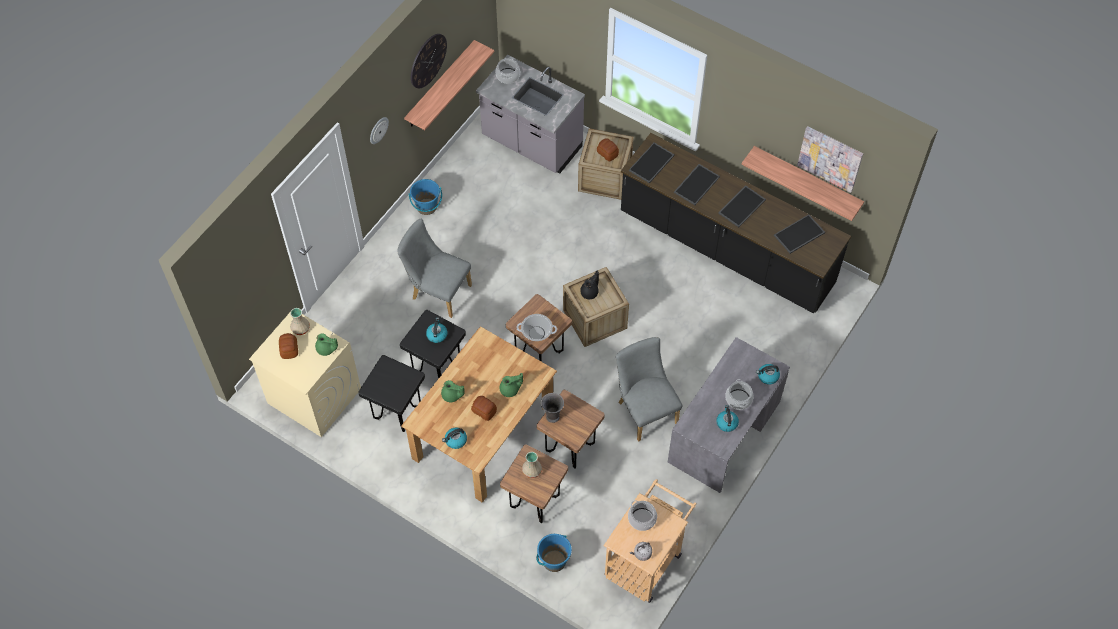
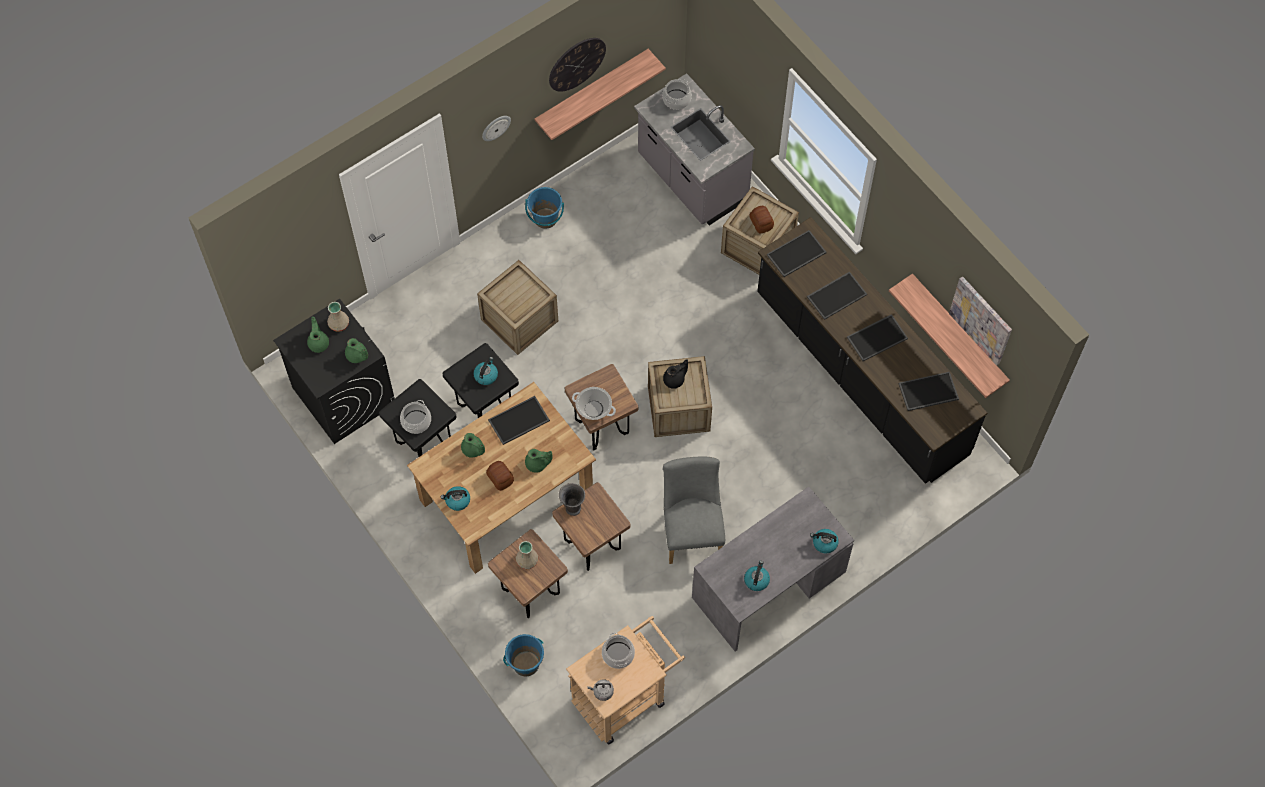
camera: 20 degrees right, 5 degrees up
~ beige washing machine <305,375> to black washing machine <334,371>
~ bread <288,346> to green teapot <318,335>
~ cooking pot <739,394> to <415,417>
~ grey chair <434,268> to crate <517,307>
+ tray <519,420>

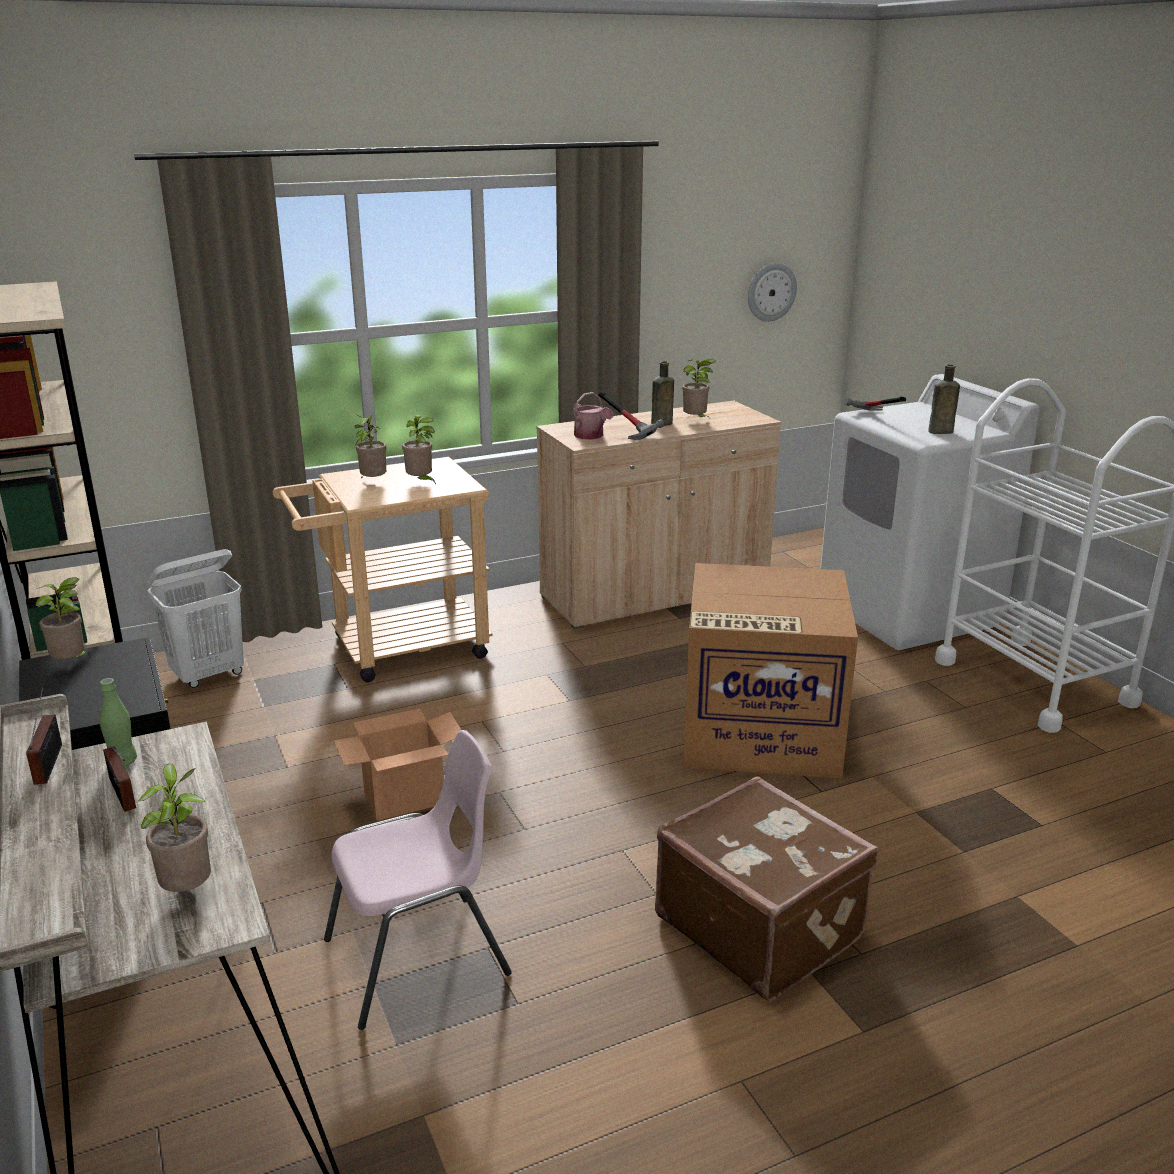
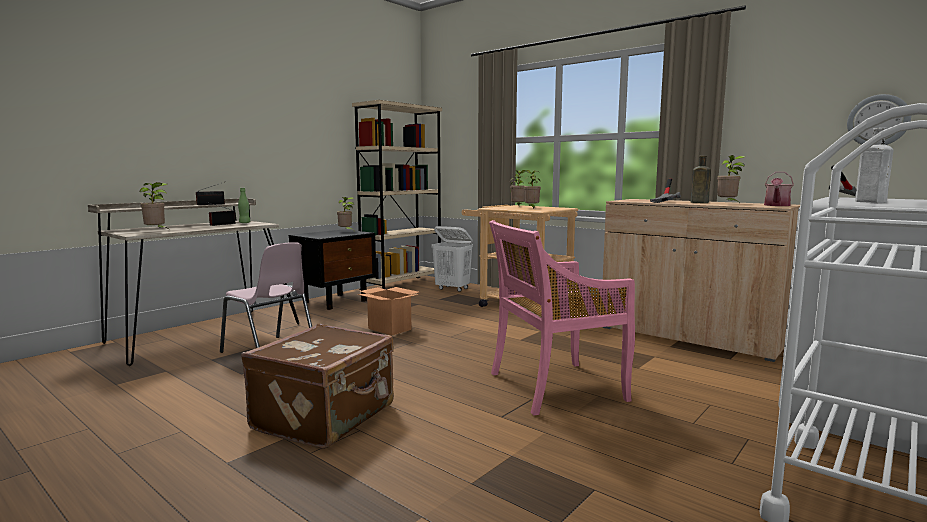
camera: 65 degrees right, 15 degrees down
~ cardboard box <770,670> to pink chair <562,318>
~ watering can <593,416> to <779,189>
~ brown bottle <944,399> to white bottle <874,165>

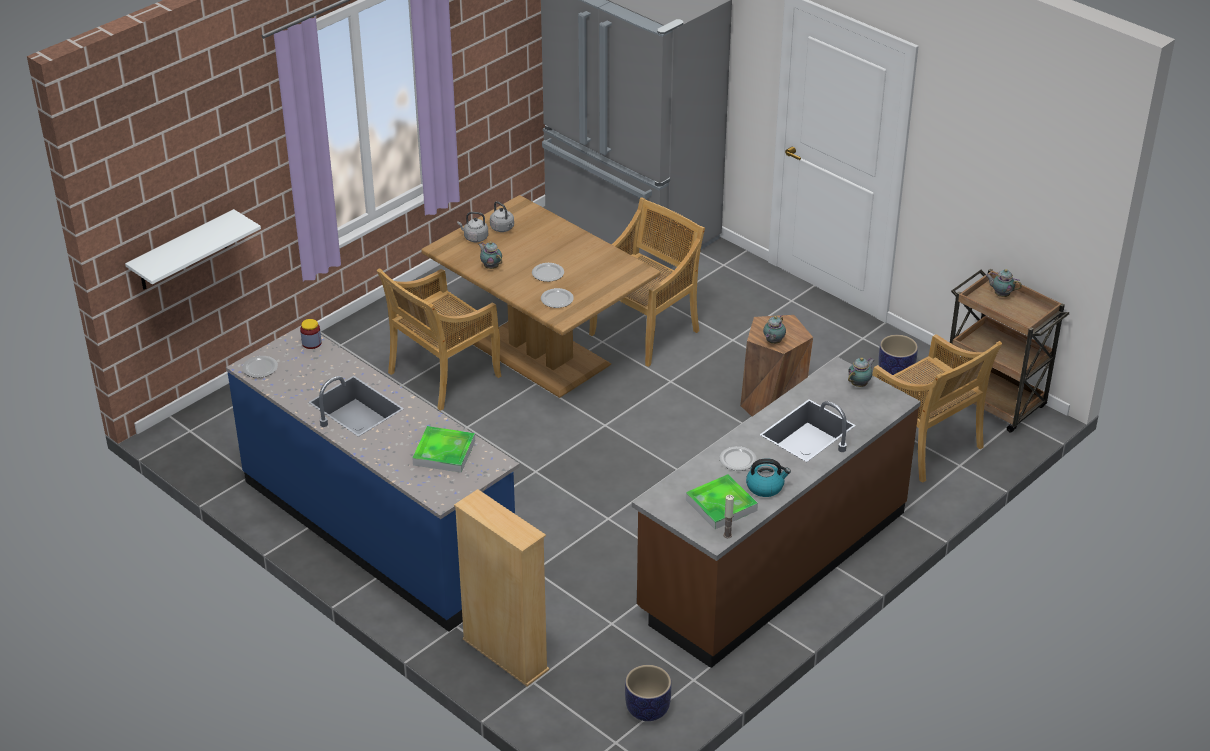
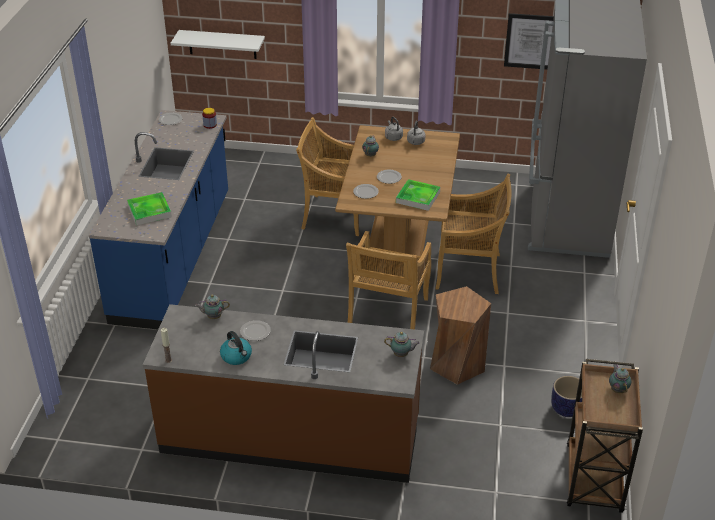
camera: 55 degrees right, 0 degrees up
~ teapot <774,329> to <212,307>
~ beige chair <937,408> to <388,280>
~ tray <722,501> to <418,195>
+ picture <529,41>
- beige bookcase <502,588>
- planter <648,693>

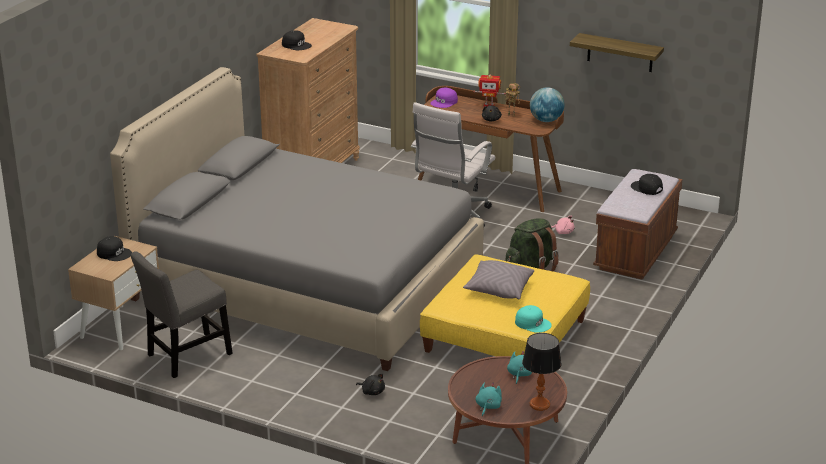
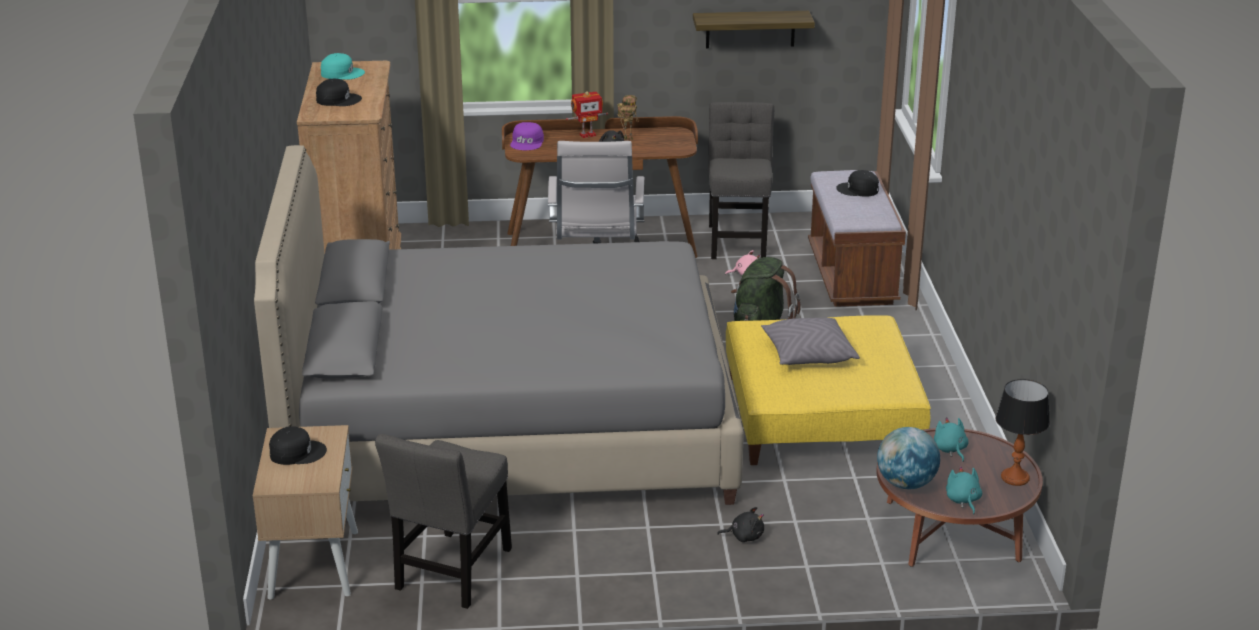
camera: 30 degrees left, 0 degrees up
~ turquoise cap <533,319> to <343,66>
+ grey chair <741,180>
~ globe <547,104> to <908,458>

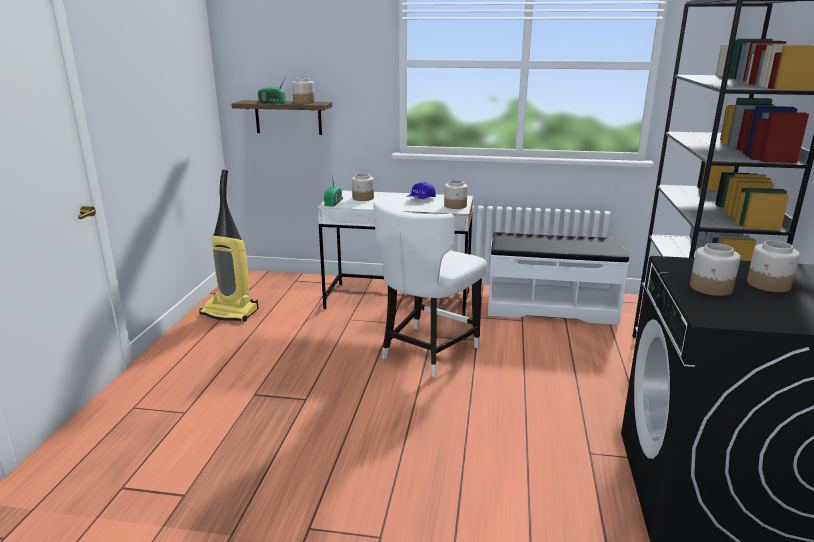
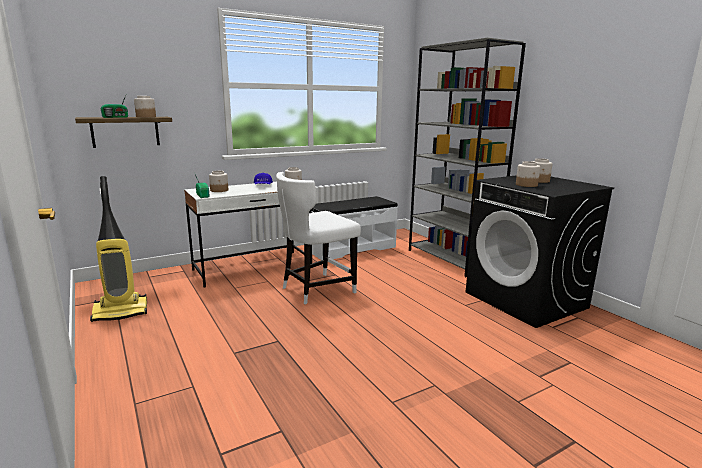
camera: 40 degrees left, 5 degrees down
~ white chair <430,289> = <318,238> 60 degrees clockwise

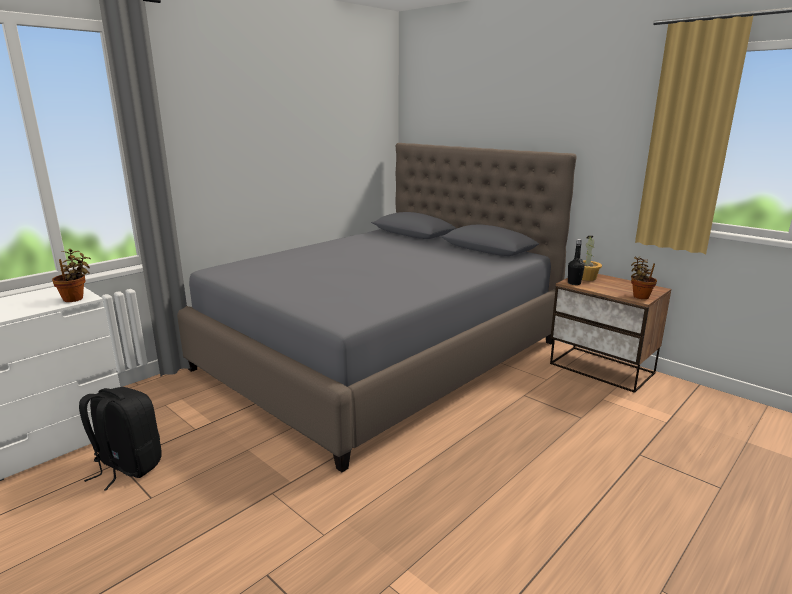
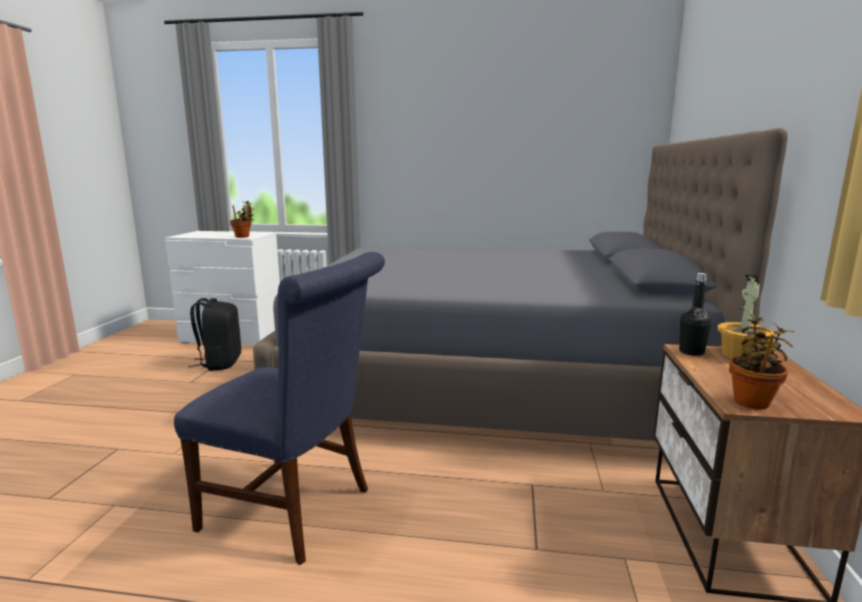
camera: 55 degrees right, 5 degrees down
+ blue chair <279,408>

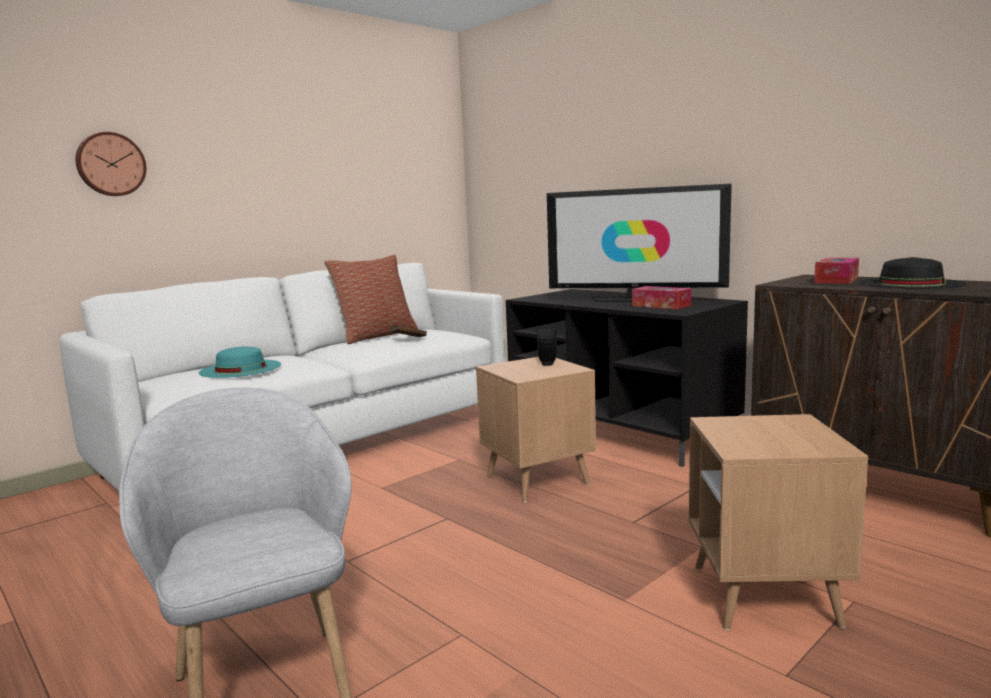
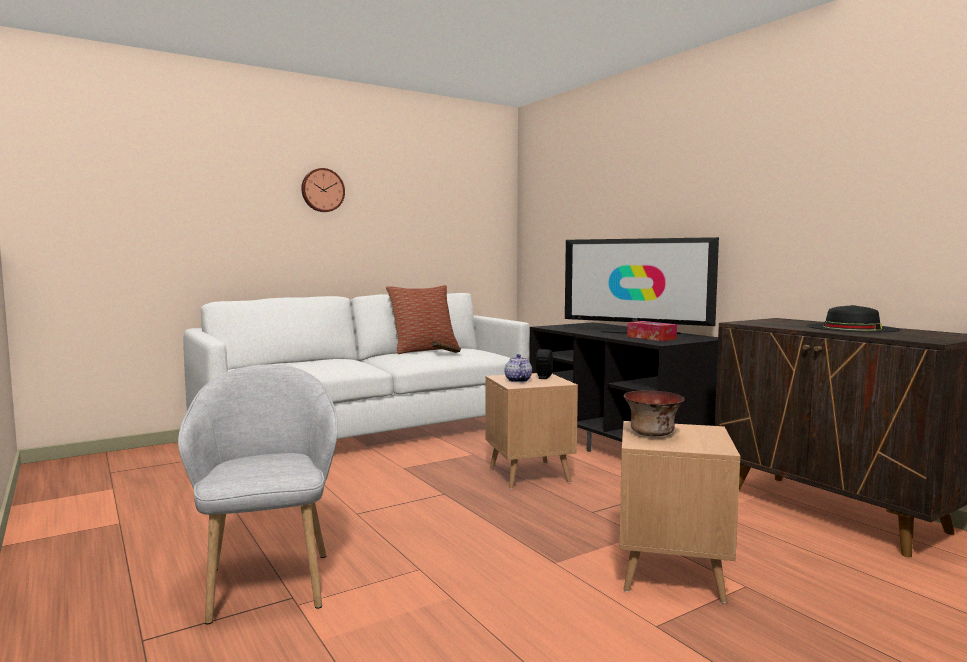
camera: 10 degrees right, 5 degrees down
~ wall clock <111,164> to <323,190>
+ teapot <518,368>
+ bowl <654,413>
- turquoise hat <240,362>
- tissue box <836,271>

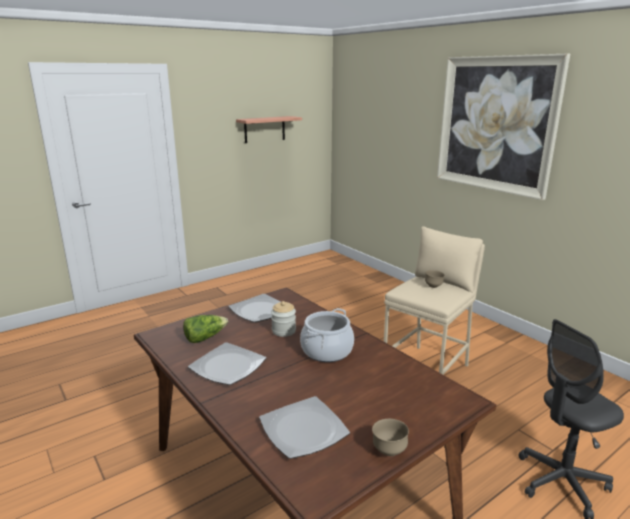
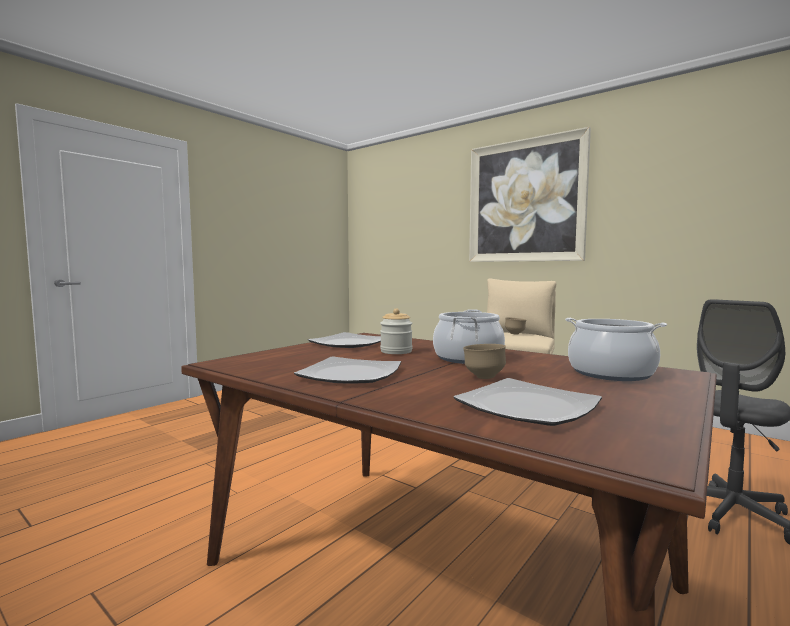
camera: 15 degrees left, 15 degrees down
~ brown bowl <390,437> to <484,361>
+ cooking pot <616,349>
- lettuce <205,329>
- shelf <269,129>

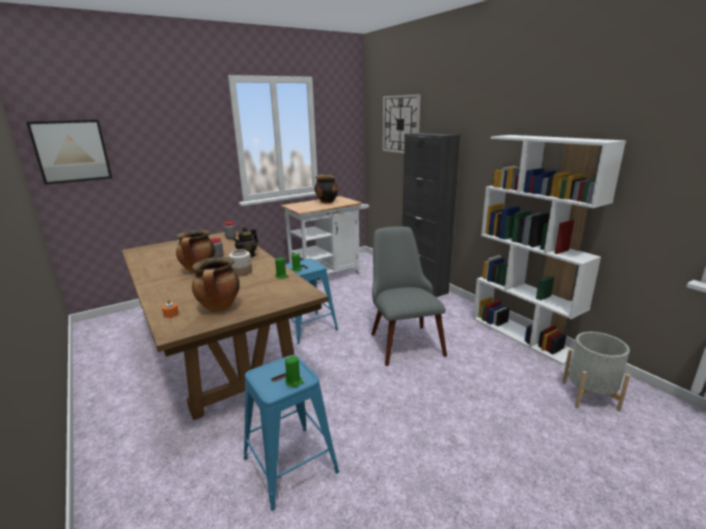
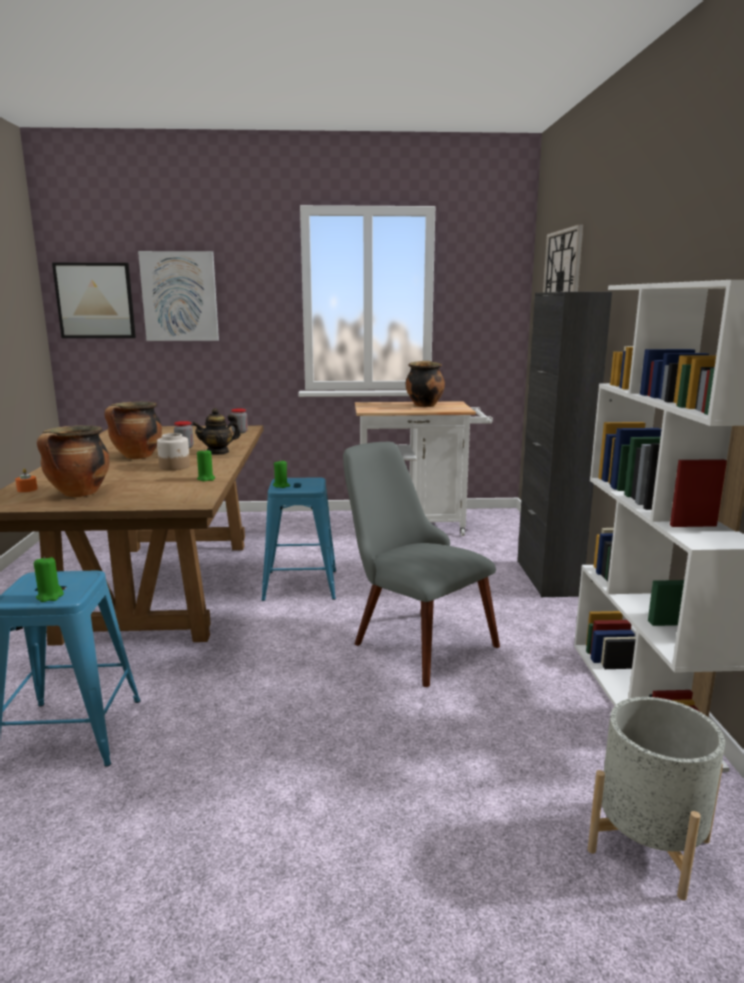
camera: 30 degrees right, 5 degrees down
+ picture <178,296>
~ grey chair <409,296> = <421,564> 60 degrees counterclockwise

